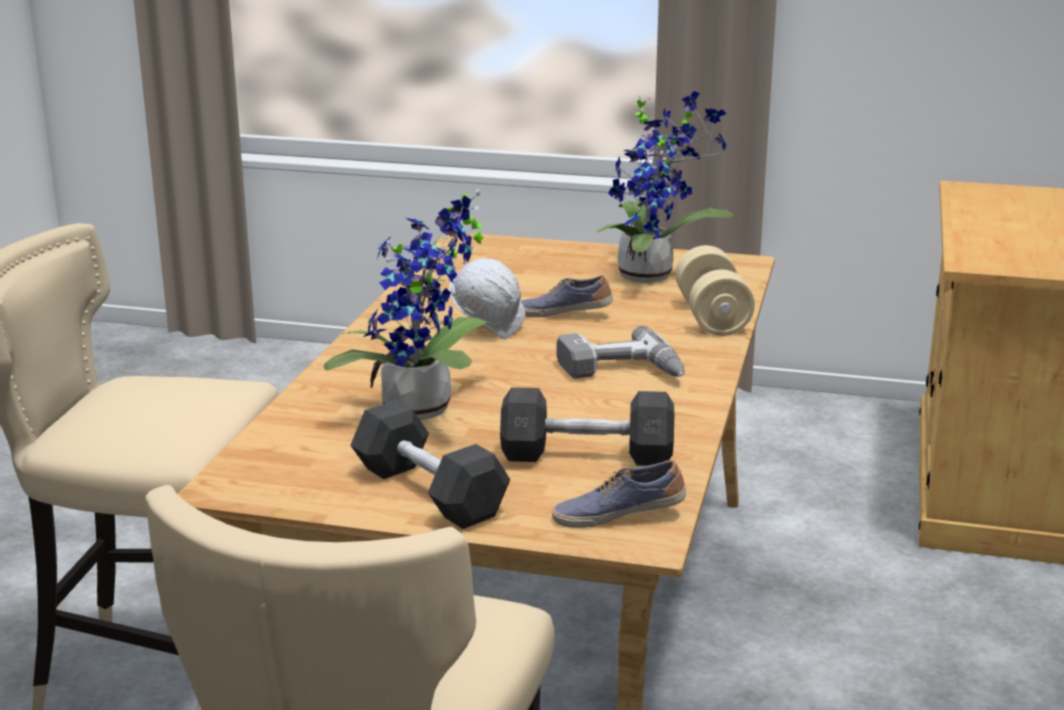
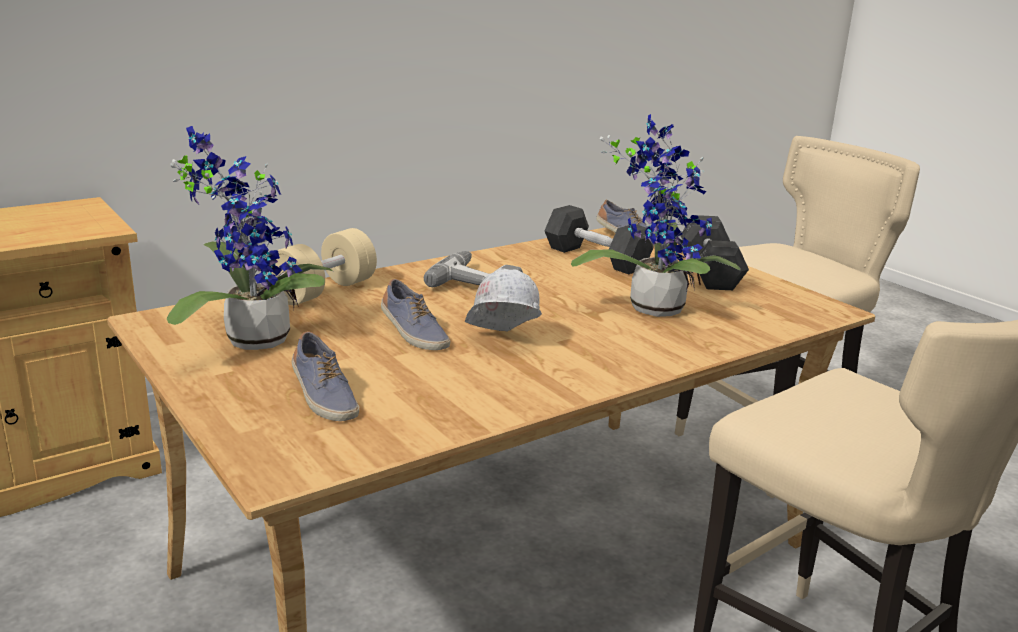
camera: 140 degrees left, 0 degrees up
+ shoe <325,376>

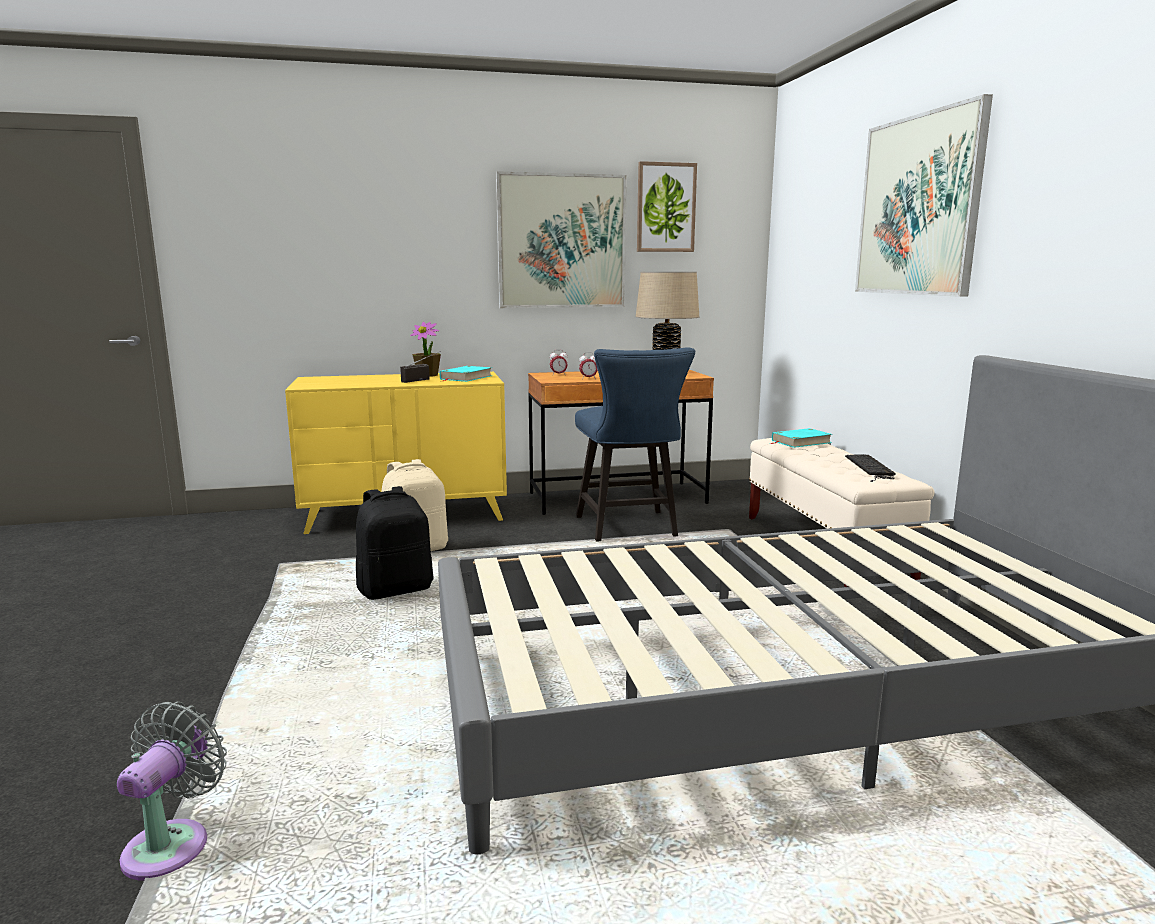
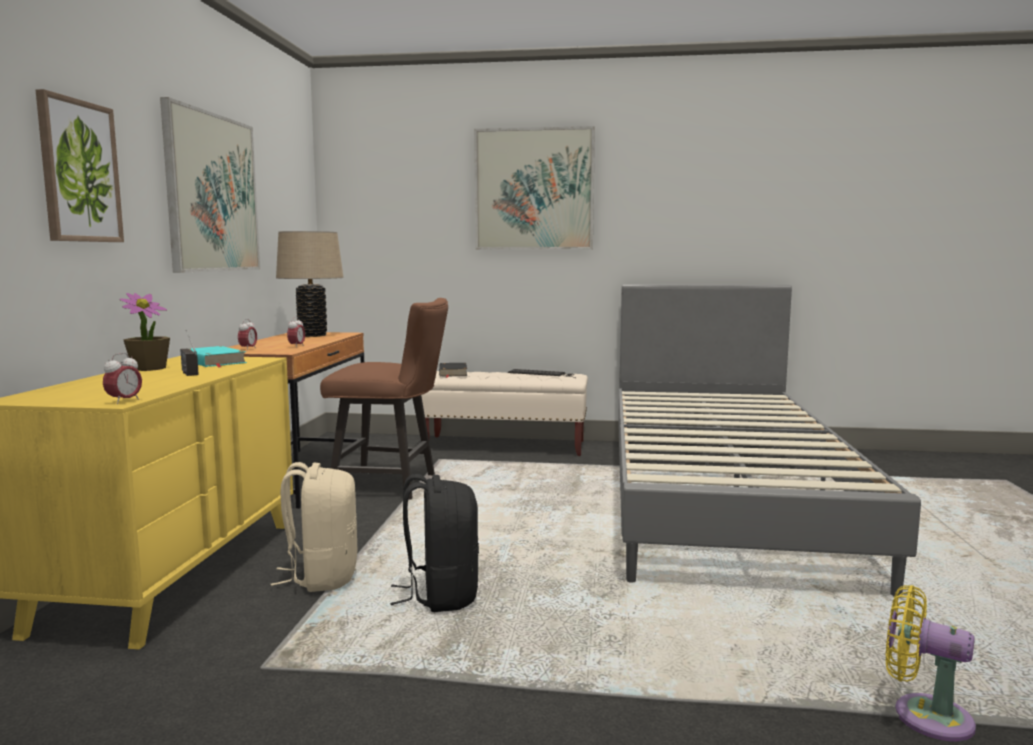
camera: 70 degrees left, 5 degrees down
~ picture <667,206> to <80,165>
+ alarm clock <122,378>
~ blue chair <635,444> to brown chair <384,398>
~ turquoise book <801,438> to black book <453,370>
~ grey fan <172,791> to yellow fan <931,663>

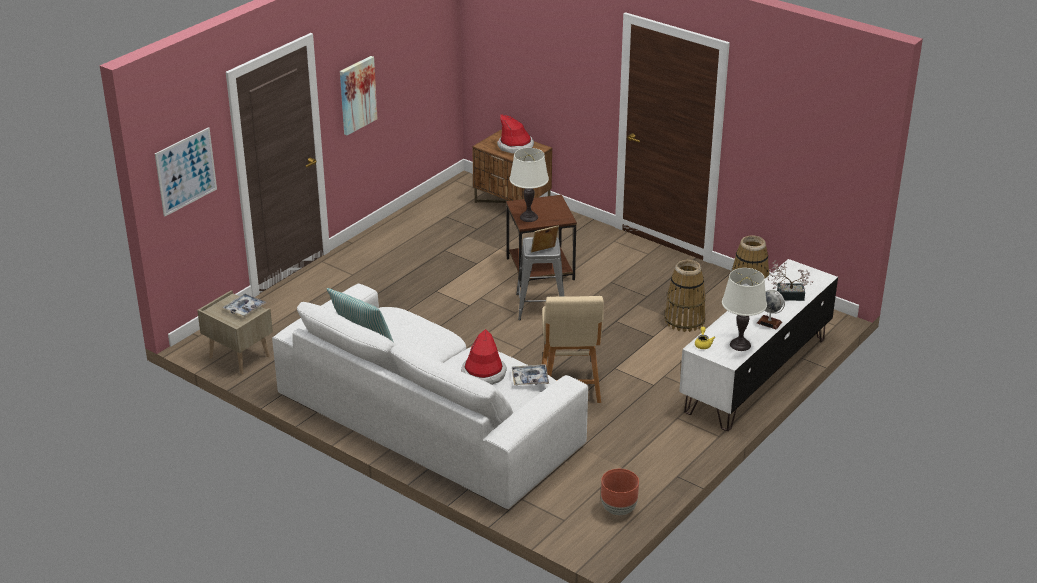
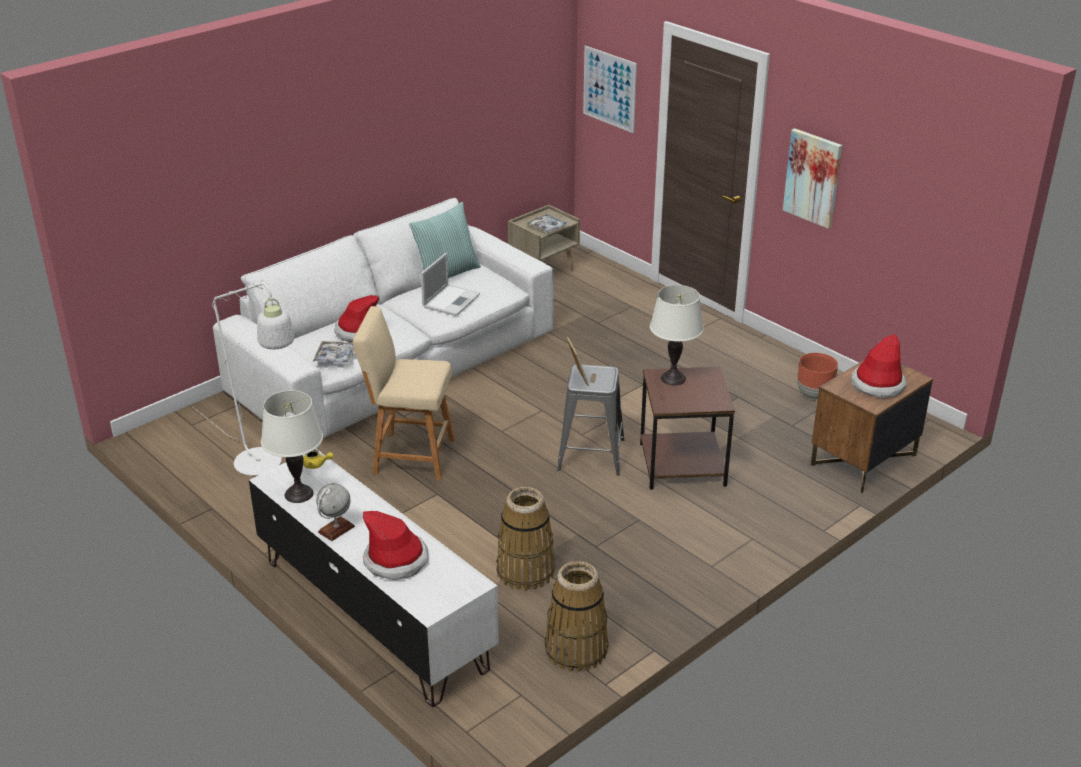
camera: 100 degrees right, 0 degrees up
+ white floor lamp <244,378>
~ potted plant <790,280> to hat <395,545>
+ laptop <450,284>
~ brown planter <620,492> to <817,376>

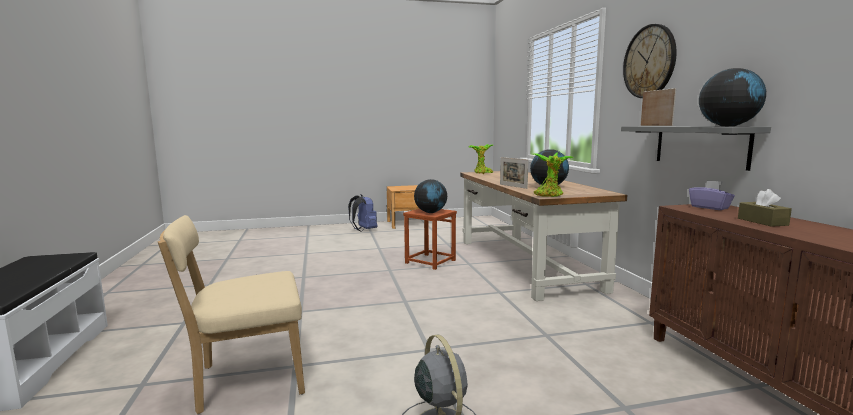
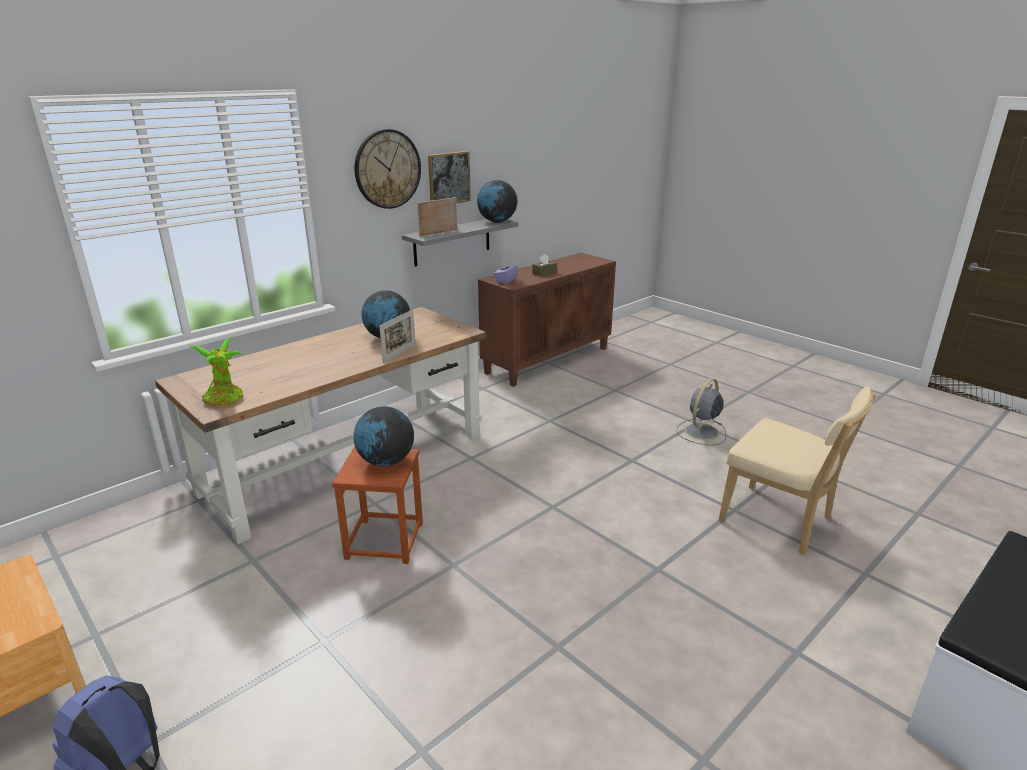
camera: 120 degrees left, 15 degrees up
+ picture <449,177>
- potted plant <554,175>

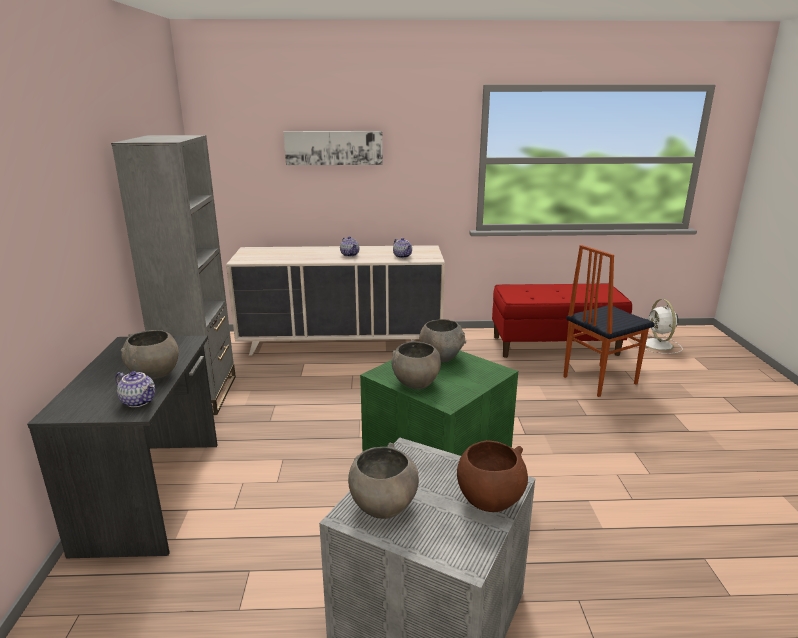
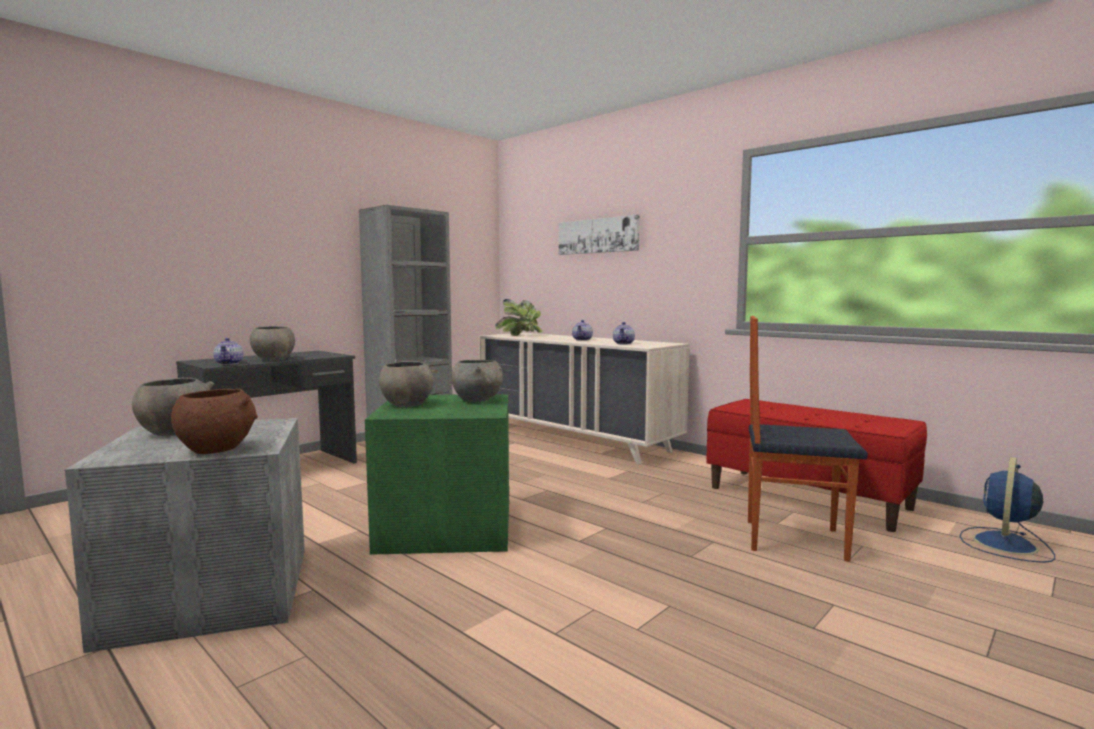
camera: 45 degrees right, 15 degrees down
+ potted plant <519,317>
~ white fan <660,326> to blue fan <1007,510>

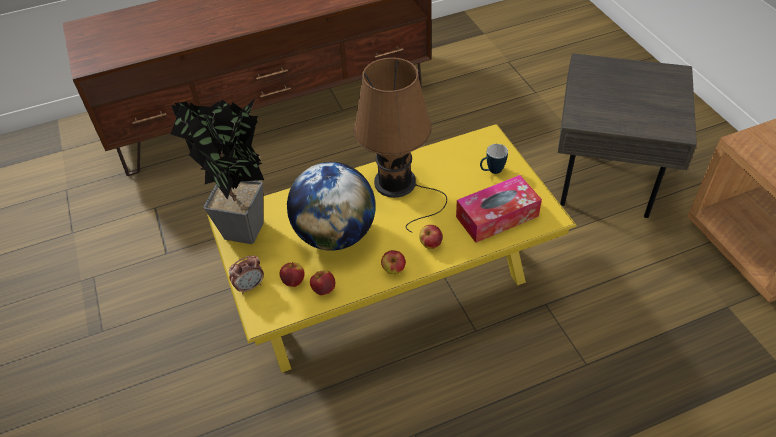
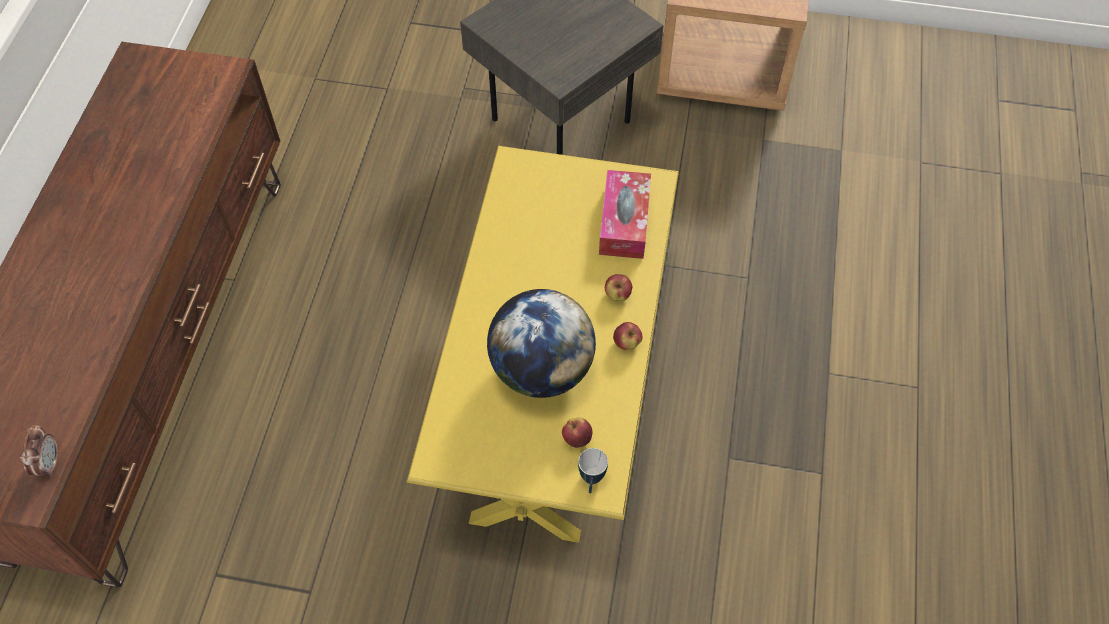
camera: 60 degrees left, 10 degrees up
~ alarm clock <246,275> to <39,450>
~ mug <494,159> to <593,471>
- potted plant <217,170>
- apple <322,282>
- brown table lamp <400,145>

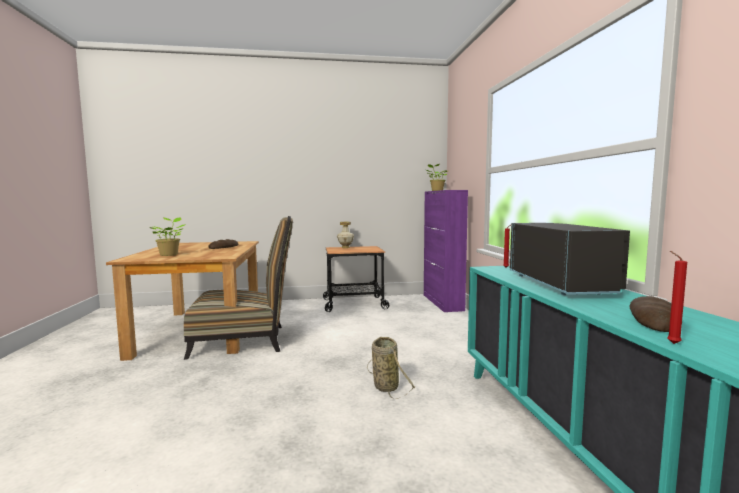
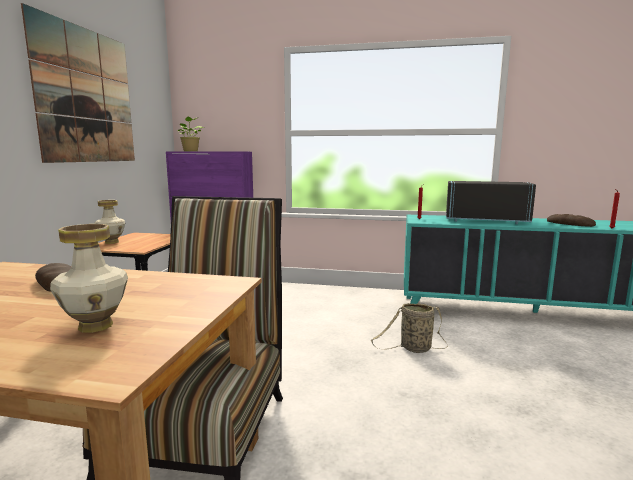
camera: 70 degrees left, 5 degrees up
+ picture <78,83>
~ potted plant <167,236> to vase <89,278>

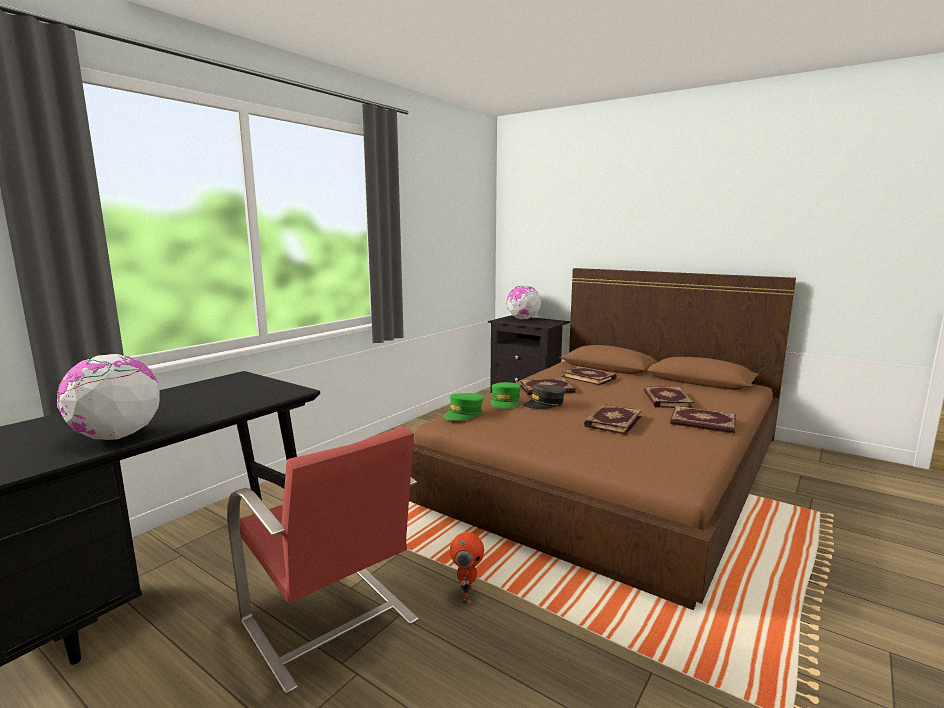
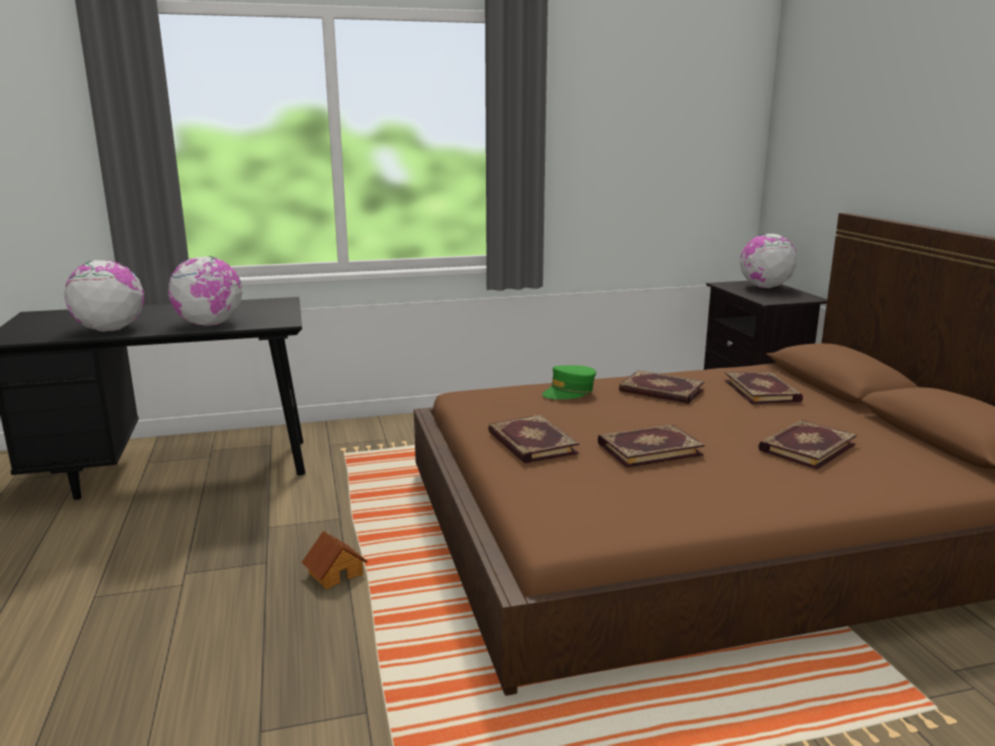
camera: 40 degrees right, 5 degrees up
+ globe <205,291>
~ toy robot <467,568> to toy house <334,560>
~ book <703,420> to <533,439>
- red chair <323,561>
- green cap <463,407>
- grey cap <544,396>

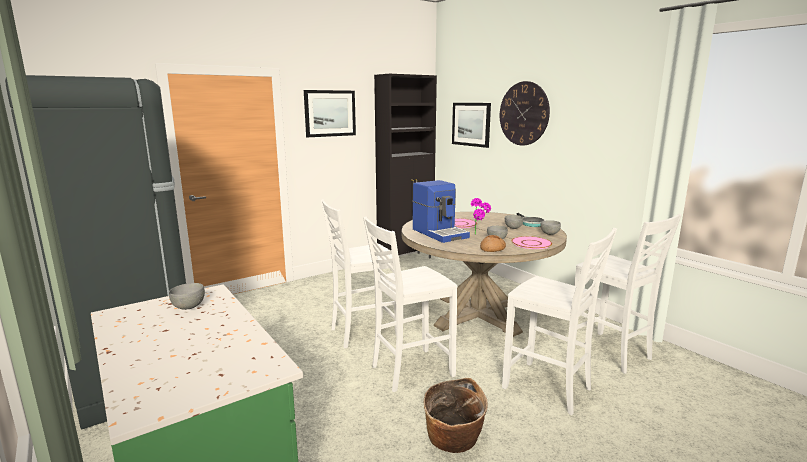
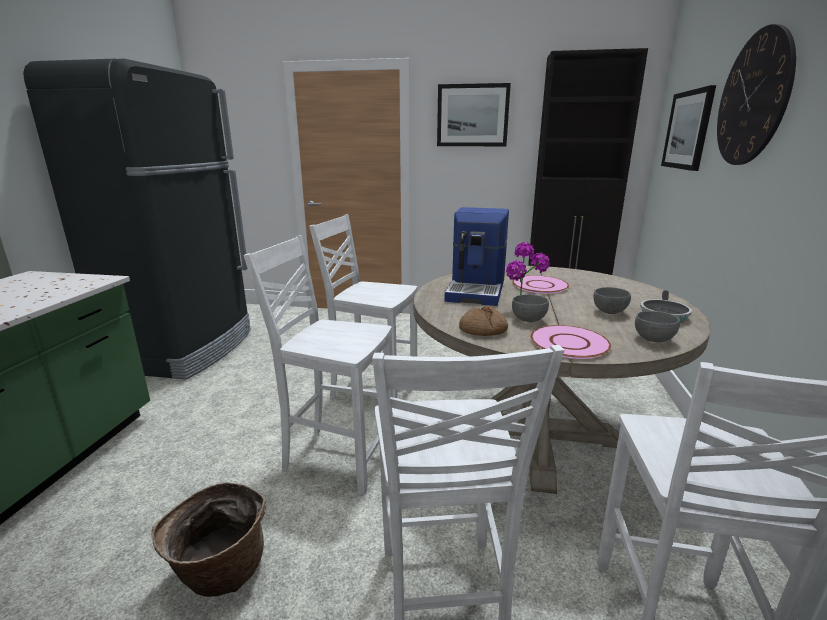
camera: 45 degrees right, 5 degrees up
- grey bowl <187,296>

